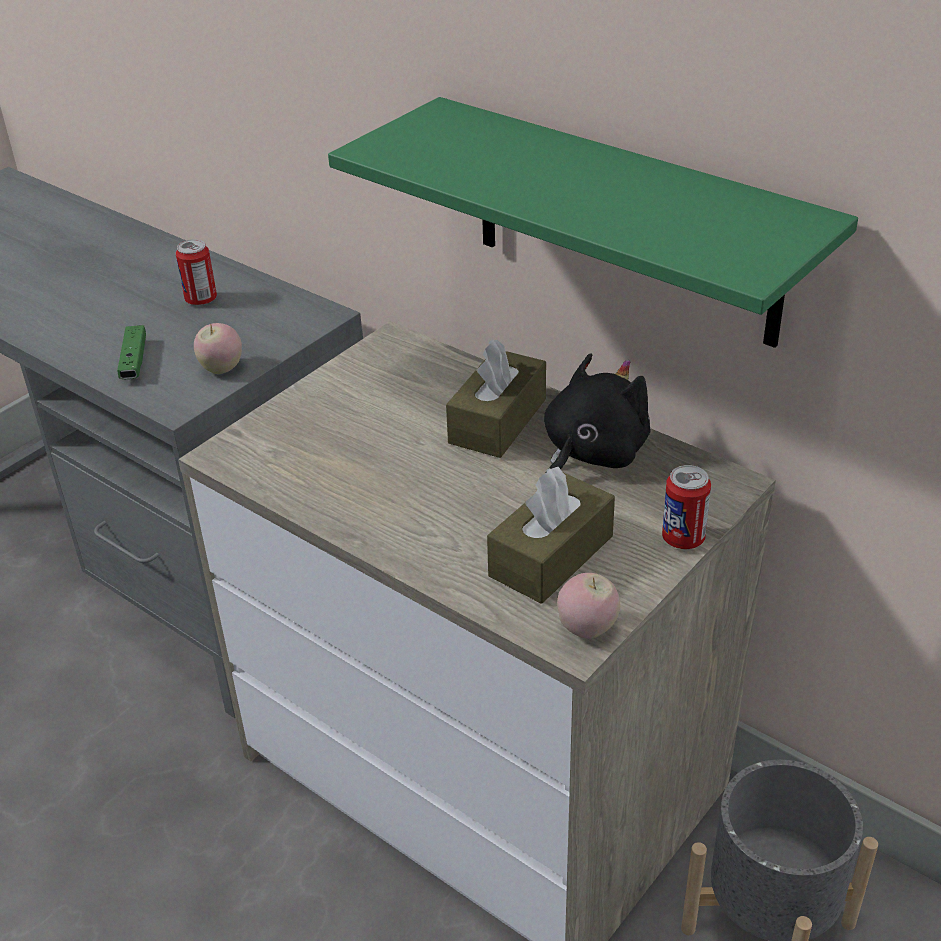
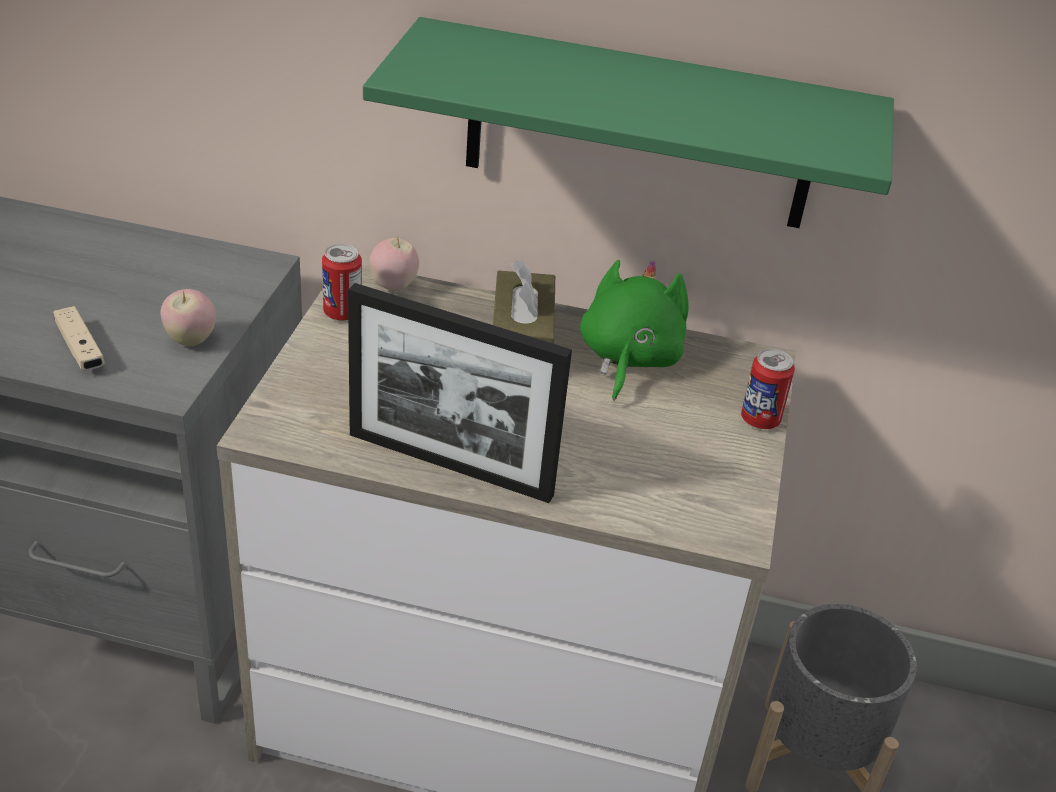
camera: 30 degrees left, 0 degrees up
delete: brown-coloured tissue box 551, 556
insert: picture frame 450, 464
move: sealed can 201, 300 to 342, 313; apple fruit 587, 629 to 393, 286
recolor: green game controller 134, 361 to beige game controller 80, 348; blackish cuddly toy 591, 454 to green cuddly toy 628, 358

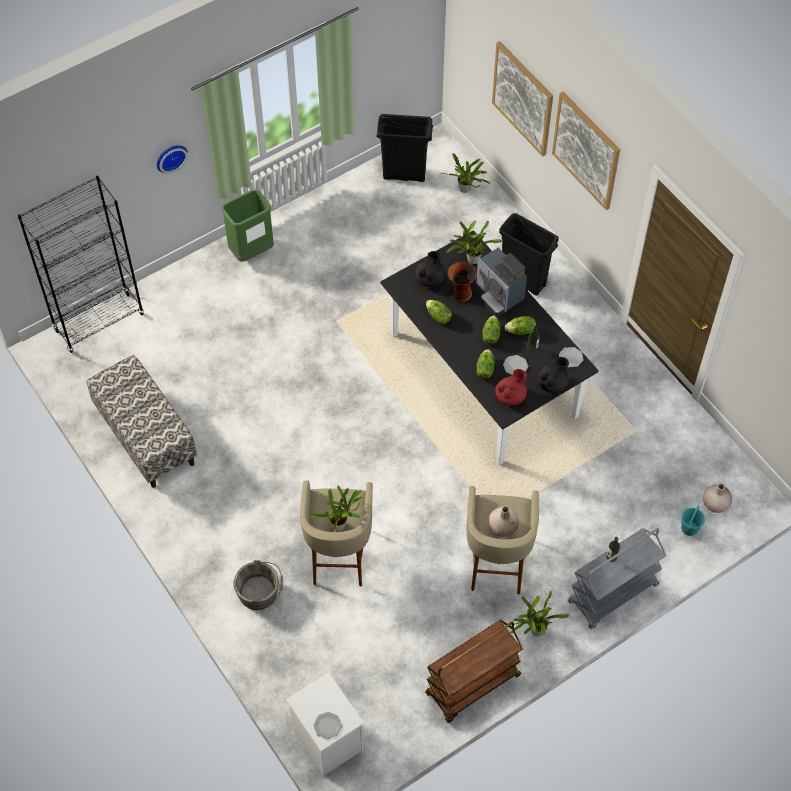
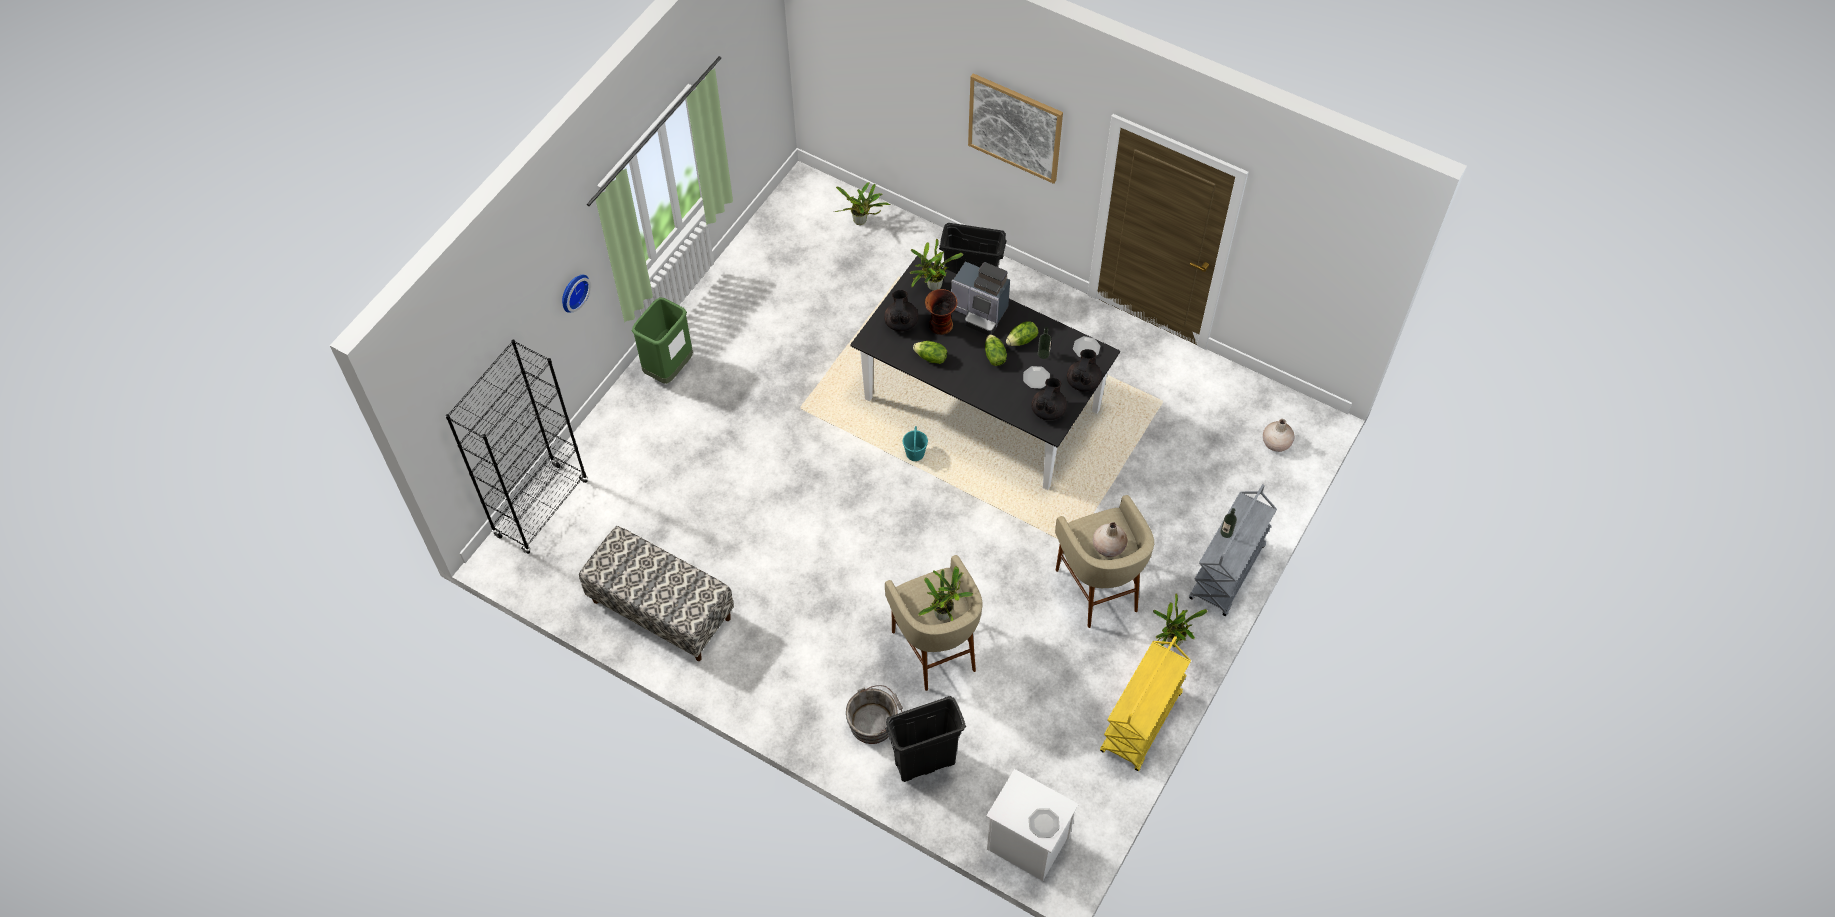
camera: 25 degrees left, 0 degrees up
delete: lettuce 484, 369; wall picture 523, 98
move: blackish trash can 404, 174 to 925, 763; blue-green water bucket 689, 528 to 915, 454
recolor: brown-coloured cart 472, 686 to yellow cart 1141, 723; reddish tea pot 511, 396 to blackish tea pot 1048, 410

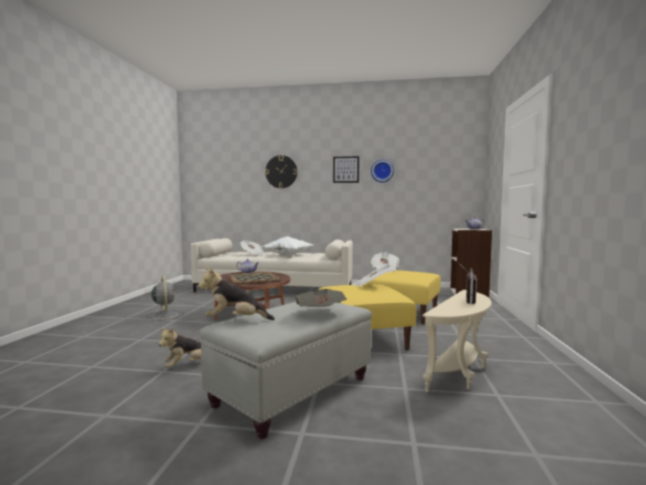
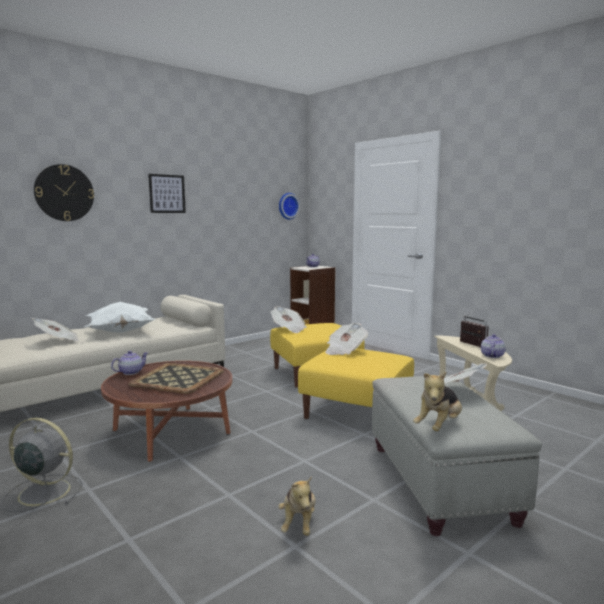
camera: 50 degrees left, 5 degrees up
insert: tea pot 492, 356
move: clock on the wall 382, 171 to 287, 206

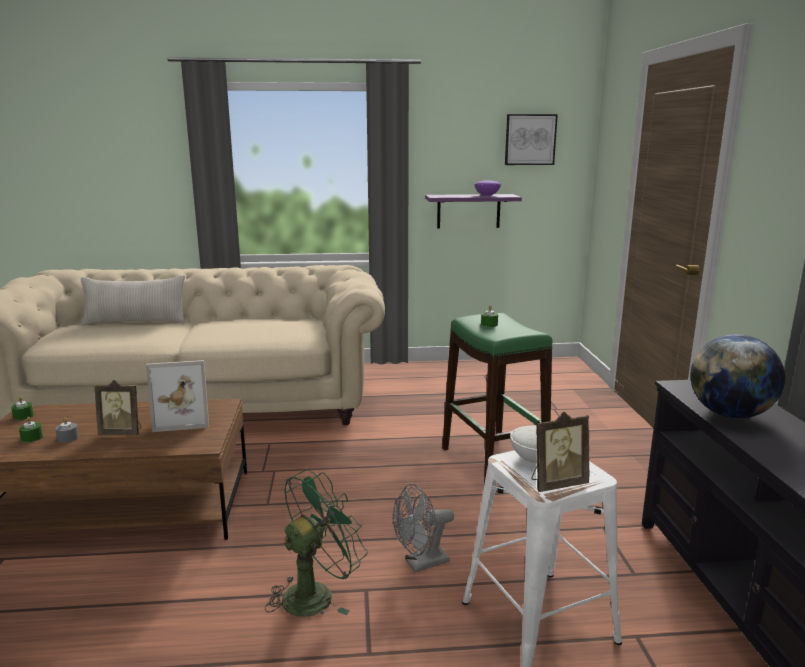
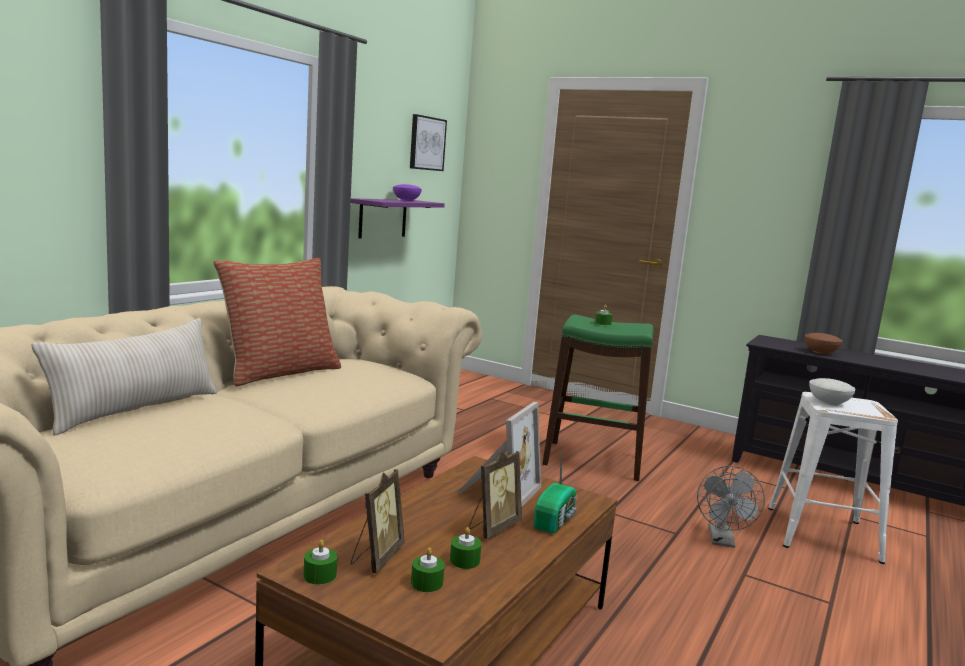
camera: 55 degrees left, 5 degrees down
delete: green fan 316, 593
insert: throw pillow 279, 372; radio 556, 520
move: picture frame 556, 483 to 376, 558
replace: world globe 730, 414 to brown-coloured serving bowl 820, 352
recolor: grey wax light 68, 438 to green wax light 464, 560

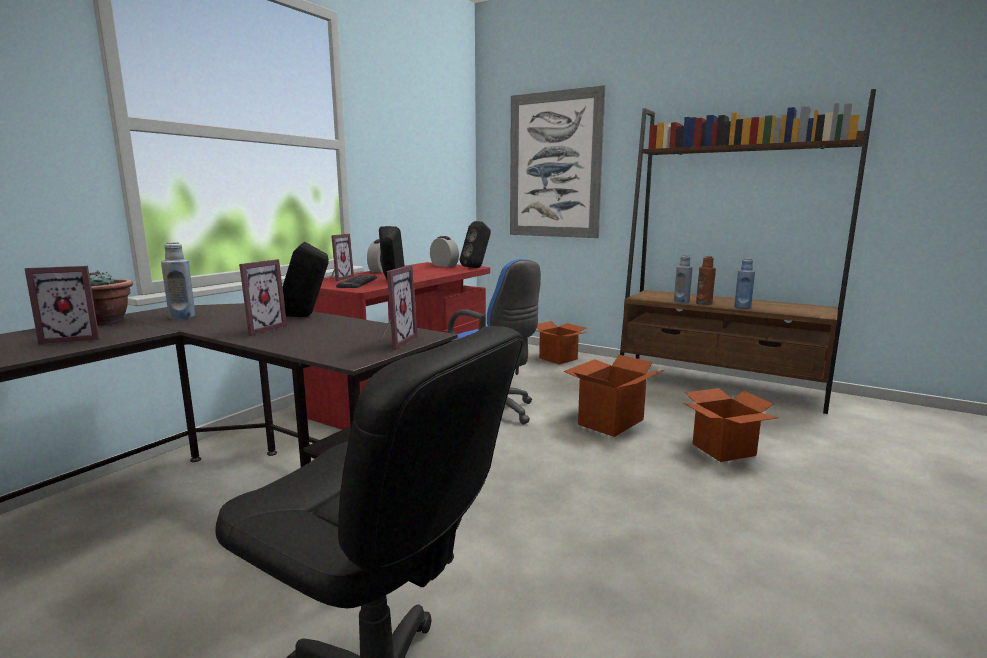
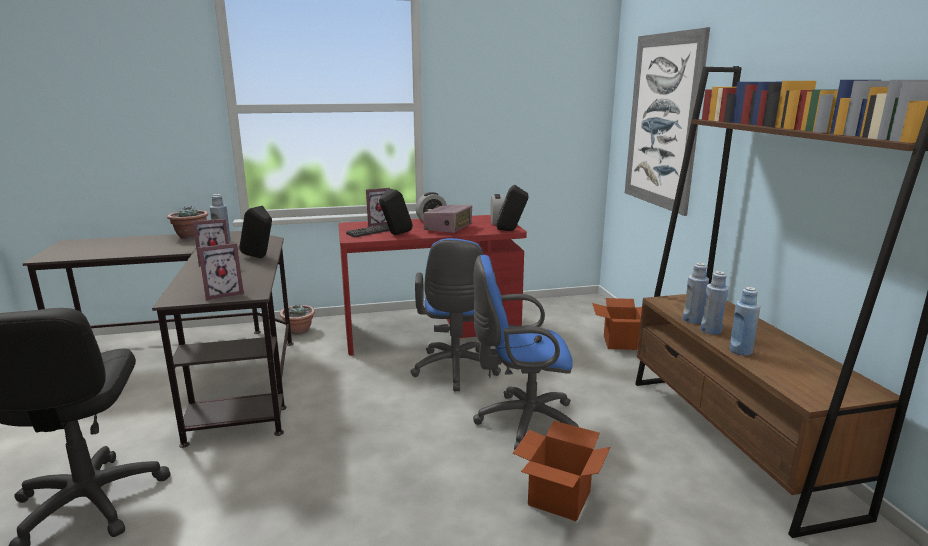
camera: 45 degrees right, 5 degrees up
delete: picture frame 73, 338
insert: houseplant 299, 331; radio 448, 228
replace: cardboard box 610, 422 to blue desk chair 522, 422
recolor: brown-coloured bottle 704, 303 to blue bottle 711, 331

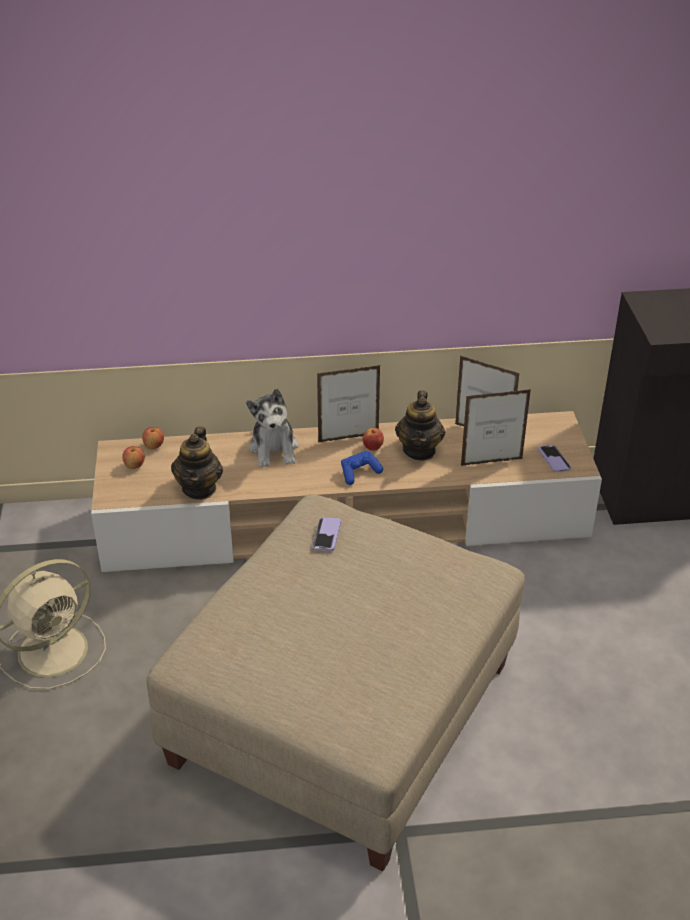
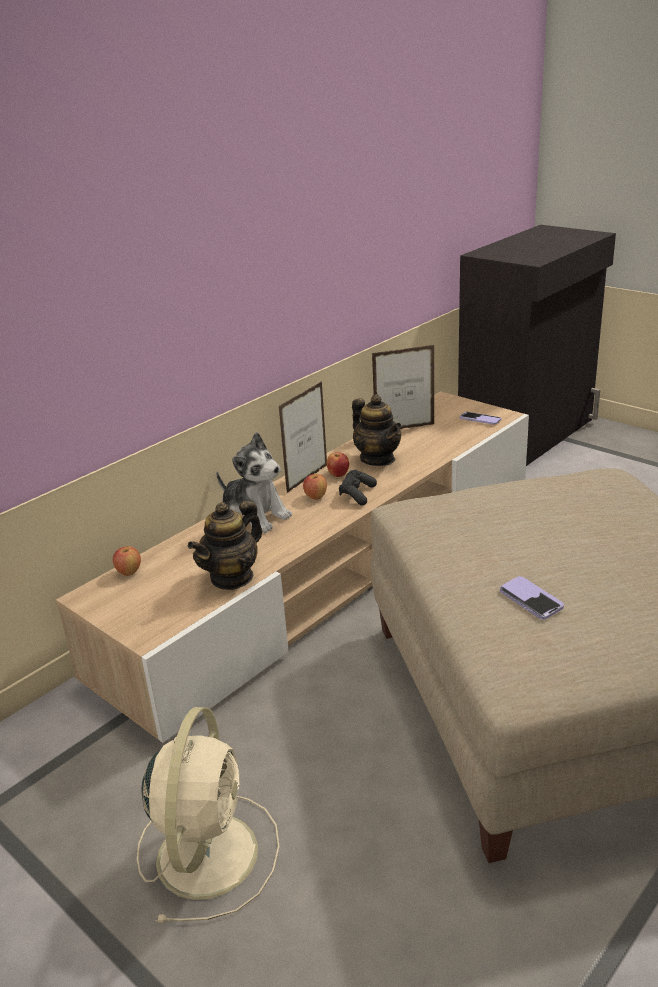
camera: 40 degrees left, 10 degrees down
delete: picture frame 491, 462
move: apple fruit 134, 466 to 315, 497; phone 326, 535 to 530, 599
recolor: blue game controller 359, 473 to blackish game controller 357, 494
rotate: tea pot 199, 488 = 232, 577 75 degrees clockwise

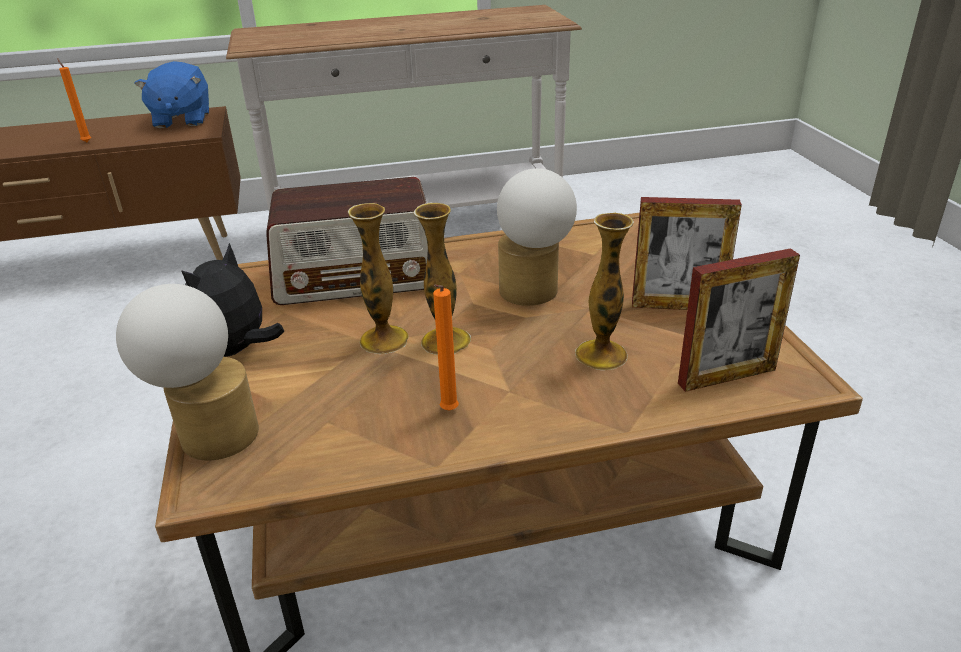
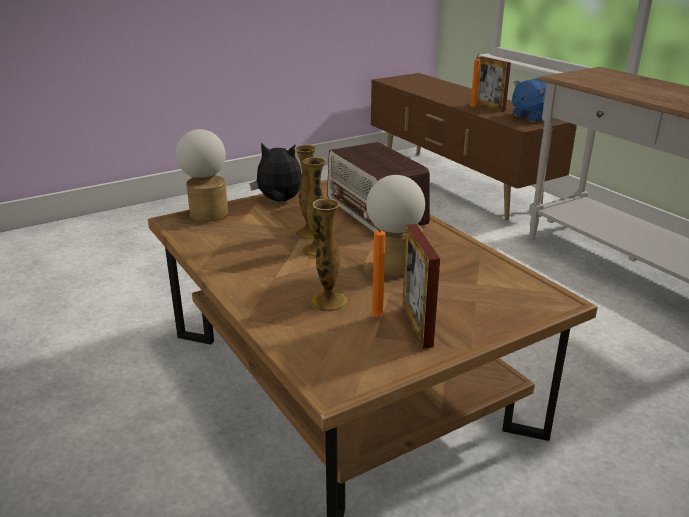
camera: 70 degrees right, 5 degrees down
move: orange-coloured wax light 448, 412 to 375, 317; picture frame 727, 376 to 489, 107

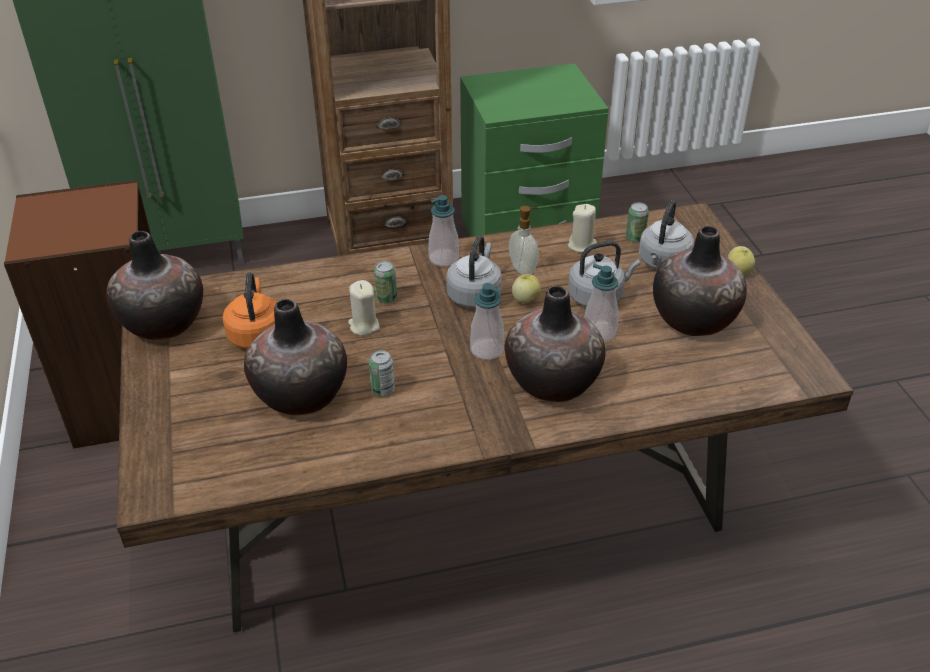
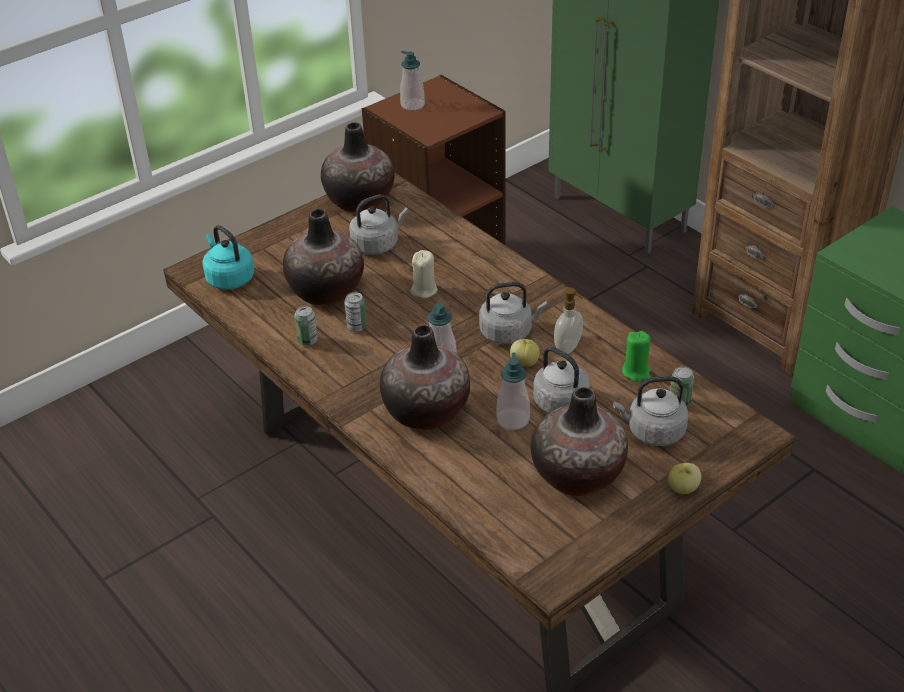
camera: 65 degrees right, 0 degrees up
insert: blue-green water kettle 228, 278
move: sealed can 386, 298 to 307, 340; liquid soap bottle 443, 258 to 412, 105
recolor: orange-coloured water kettle 256, 334 to grey water kettle 377, 244; beige wax light 582, 245 to green wax light 636, 372

